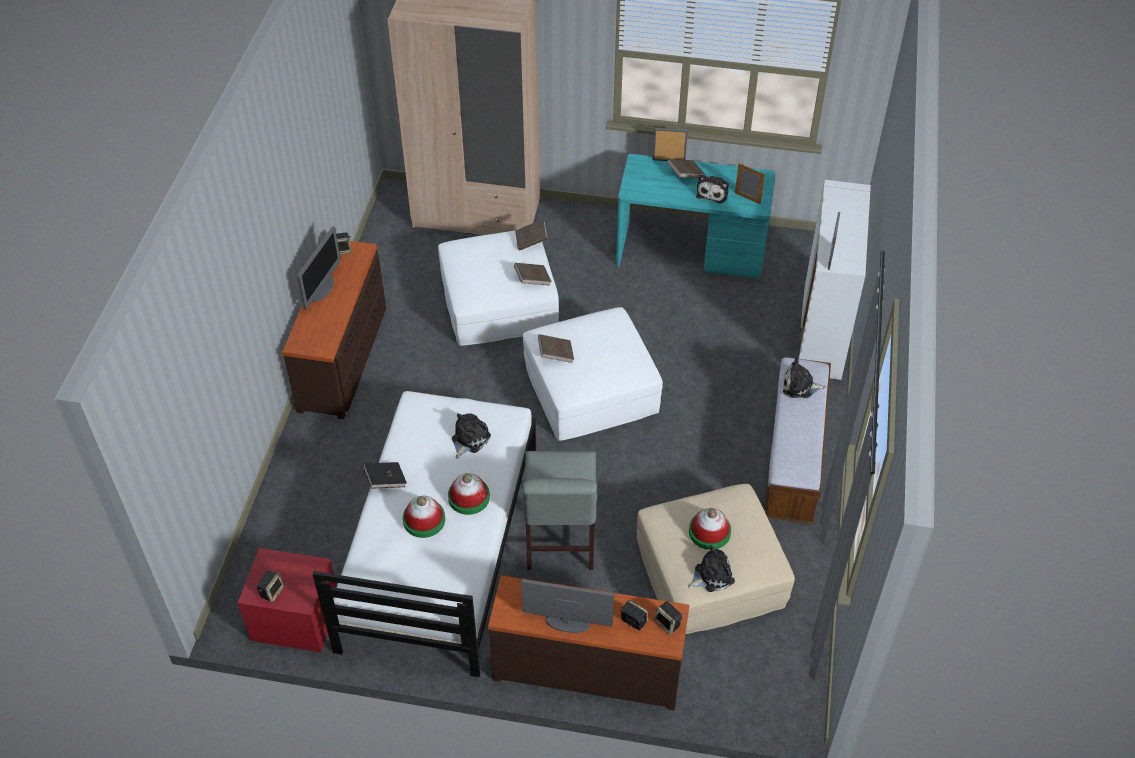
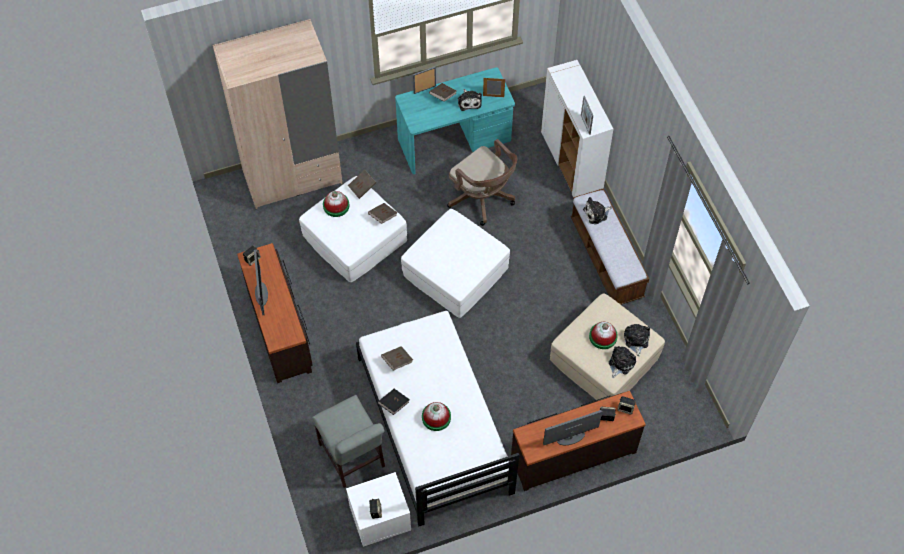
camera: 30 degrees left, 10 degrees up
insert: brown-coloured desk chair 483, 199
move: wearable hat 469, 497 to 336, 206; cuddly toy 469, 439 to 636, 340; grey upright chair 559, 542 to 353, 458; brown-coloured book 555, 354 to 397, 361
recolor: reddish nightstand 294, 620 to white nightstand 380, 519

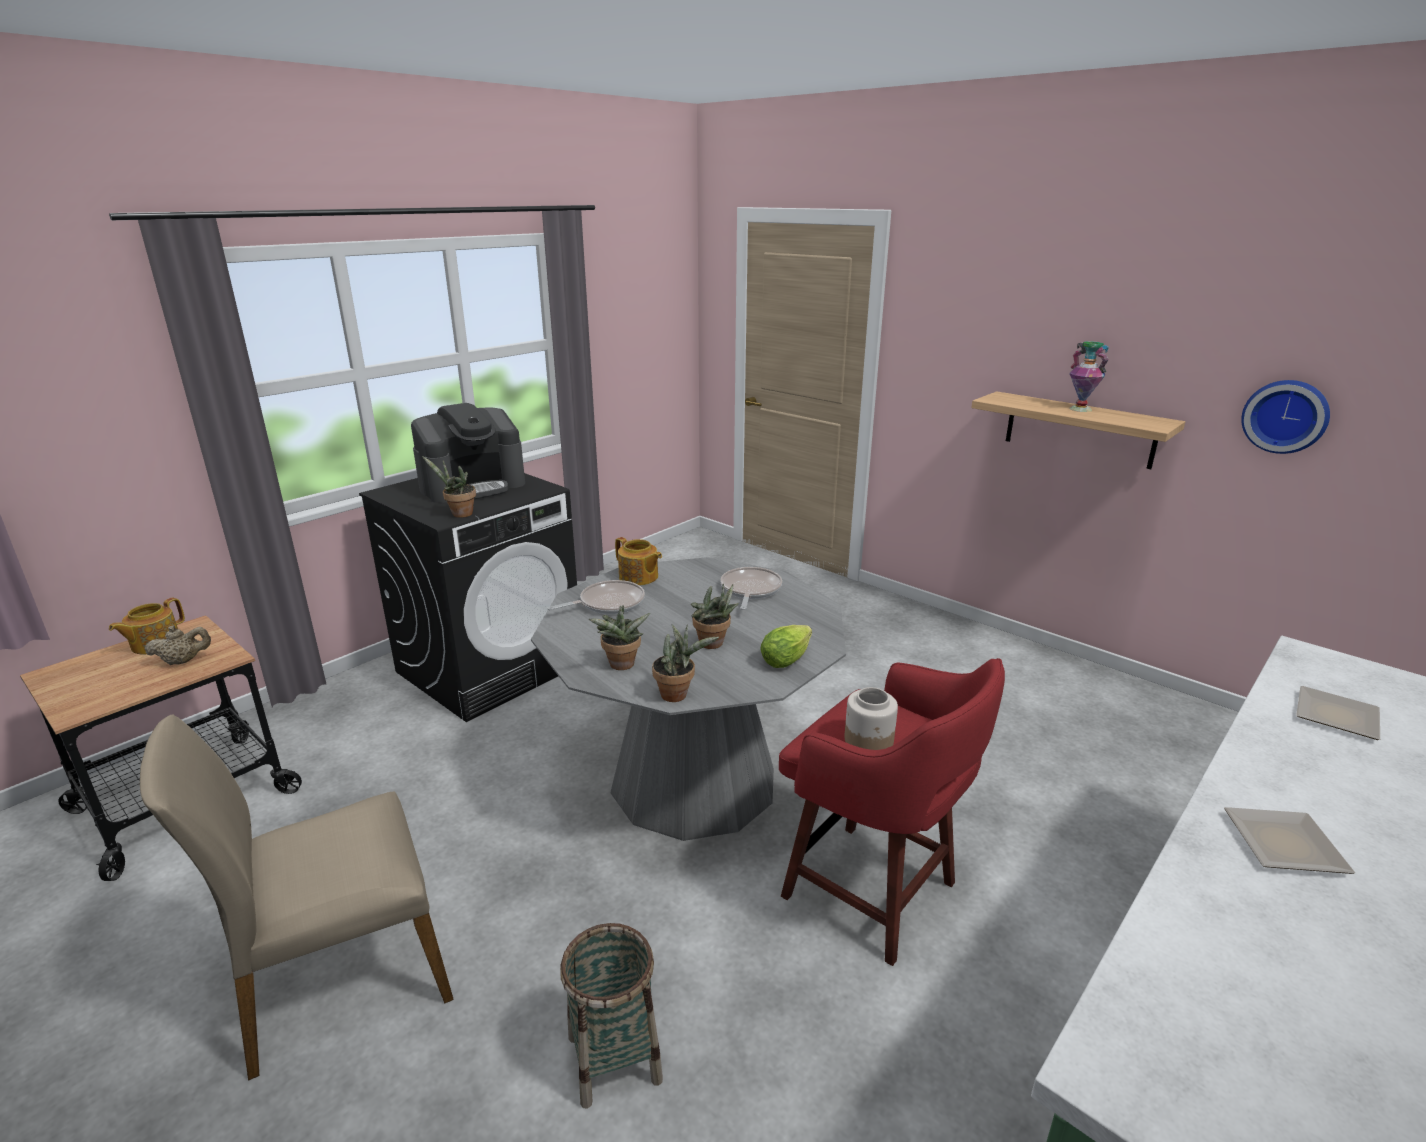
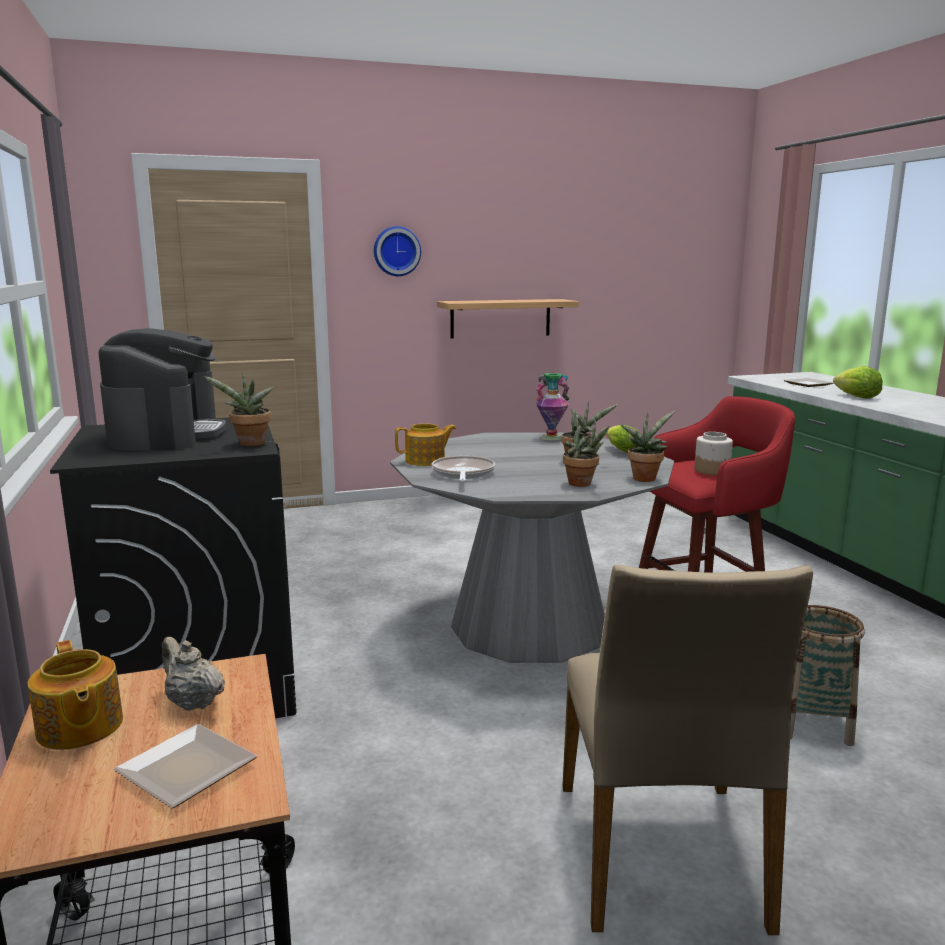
camera: 60 degrees left, 10 degrees down
delete: skillet 750, 590
insert: lettuce 856, 397
move: flower vase 1081, 409 to 551, 438; flat dish 1288, 847 to 192, 770; clock on the wall 1285, 416 to 396, 251
rotate: beige tea pot 183, 661 = 193, 702 60 degrees counterclockwise

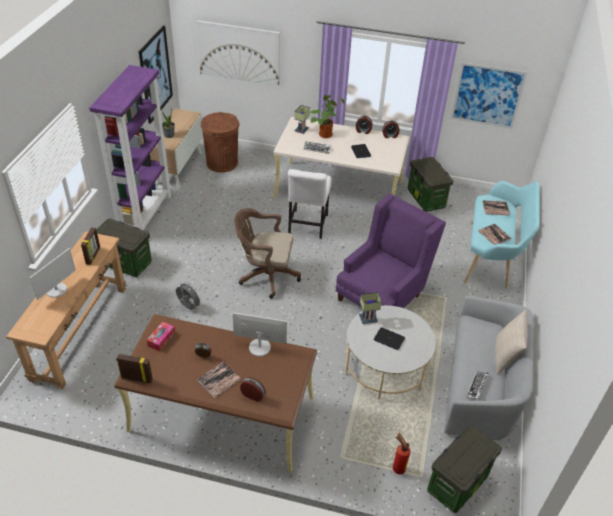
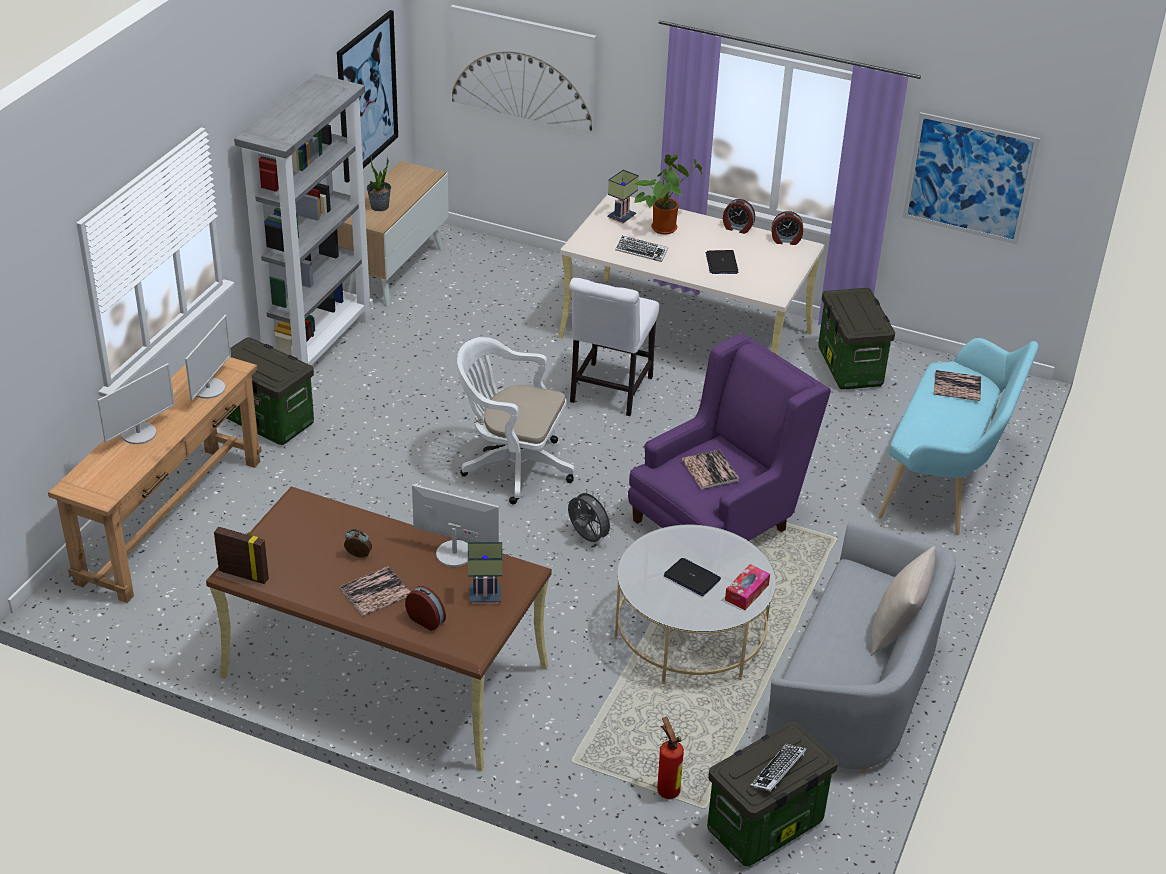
camera: 10 degrees right, 5 degrees down
delete: brown-coloured trash can 222, 163
move: tissue box 161, 339 to 746, 592; grey fan 188, 307 to 587, 538; lamp for a table 368, 318 to 486, 594; computer keyboard 477, 386 to 778, 771; book 494, 235 to 710, 470
replace: picture frame 93, 256 to monitor 208, 388
recolor: purplish shelving unit 145, 214 to grey shelving unit 318, 345; brown-coloured desk chair 265, 275 to white desk chair 512, 466

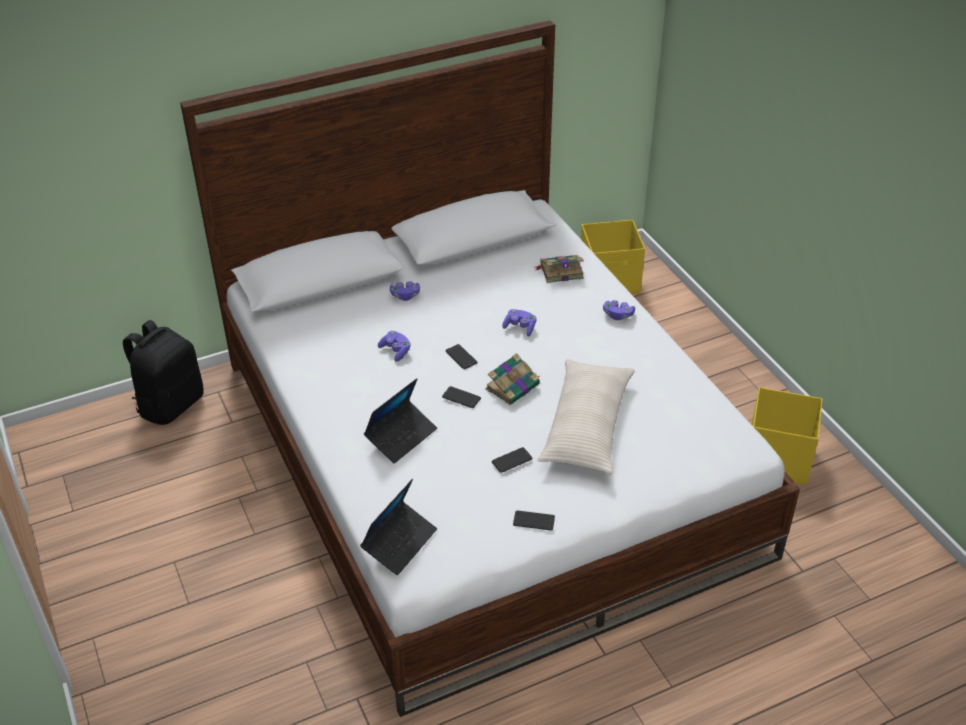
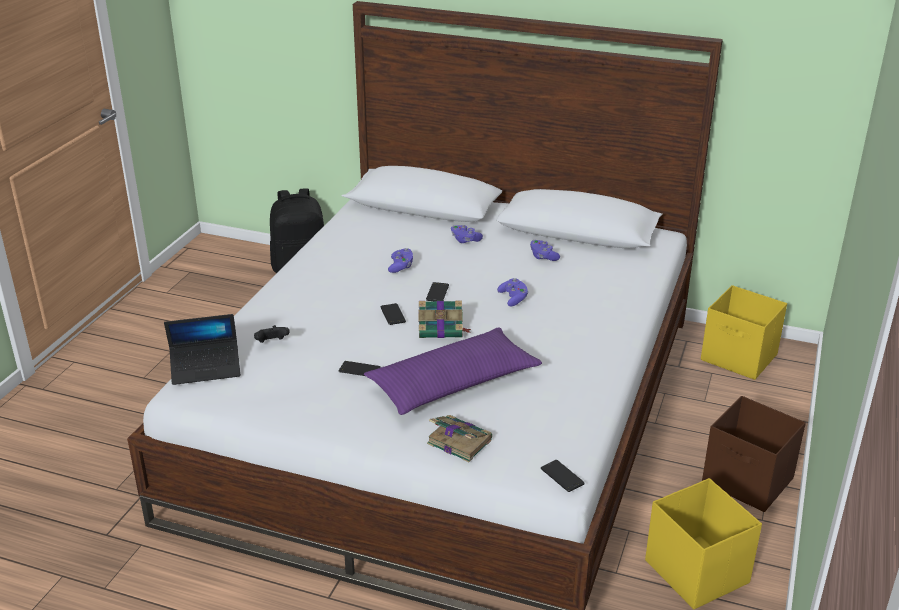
camera: 45 degrees right, 10 degrees down
delete: laptop 401, 436
insert: blackish game controller 272, 343; brown-coloured storage bin 748, 482
move: phone 534, 521 to 562, 476; book 560, 271 to 458, 441; purplish game controller 617, 315 to 543, 257
recolor: beige throw pillow 587, 426 to purplish throw pillow 453, 384

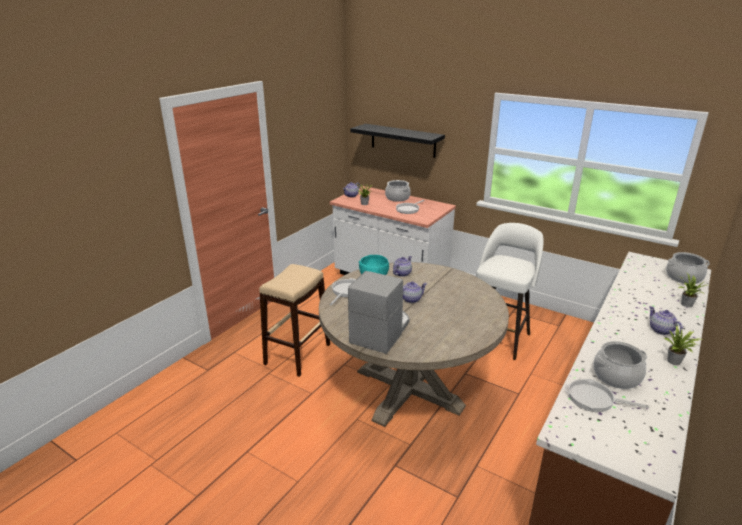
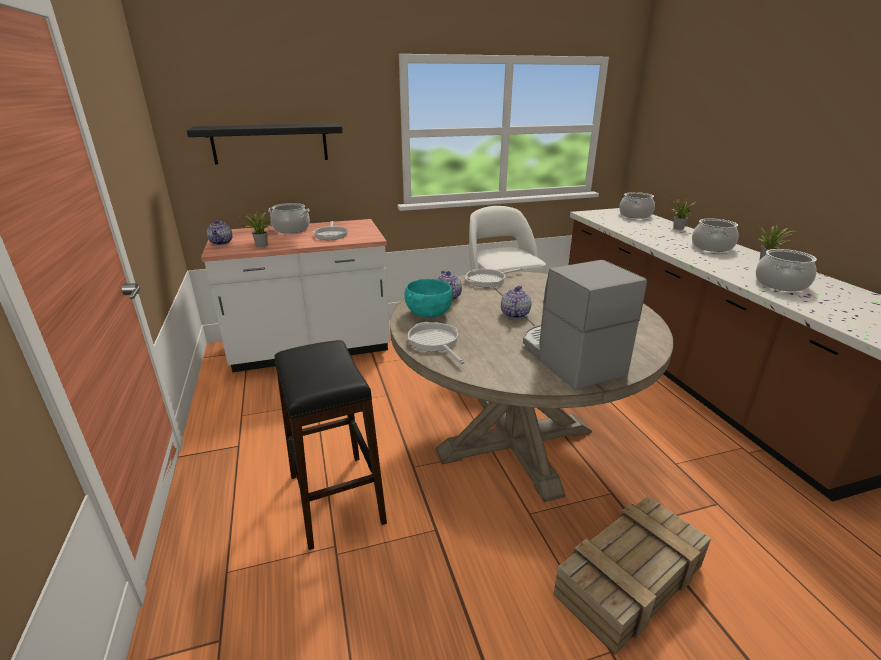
camera: 50 degrees left, 0 degrees up
insert: shipping crate 628, 582
move: skillet 594, 399 to 488, 280
replace: tea pot 660, 330 to stockpot 712, 247
recolor: beige sitting stool 297, 354 to blackish sitting stool 335, 498

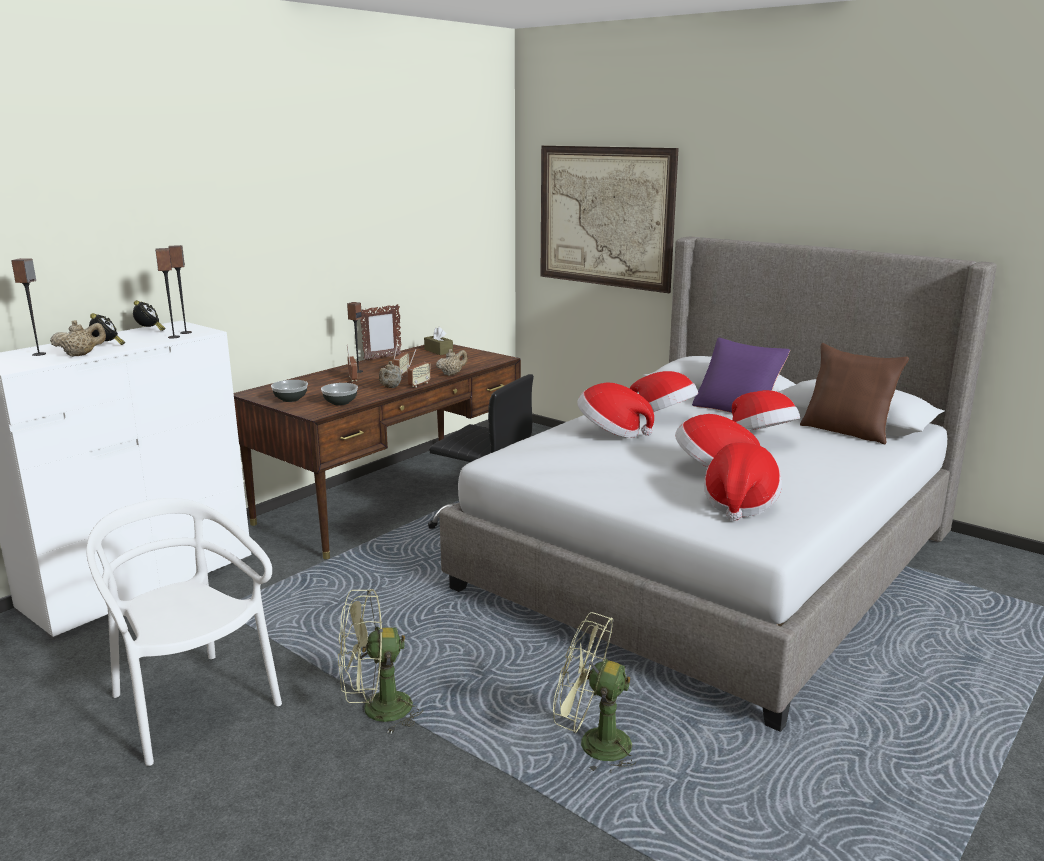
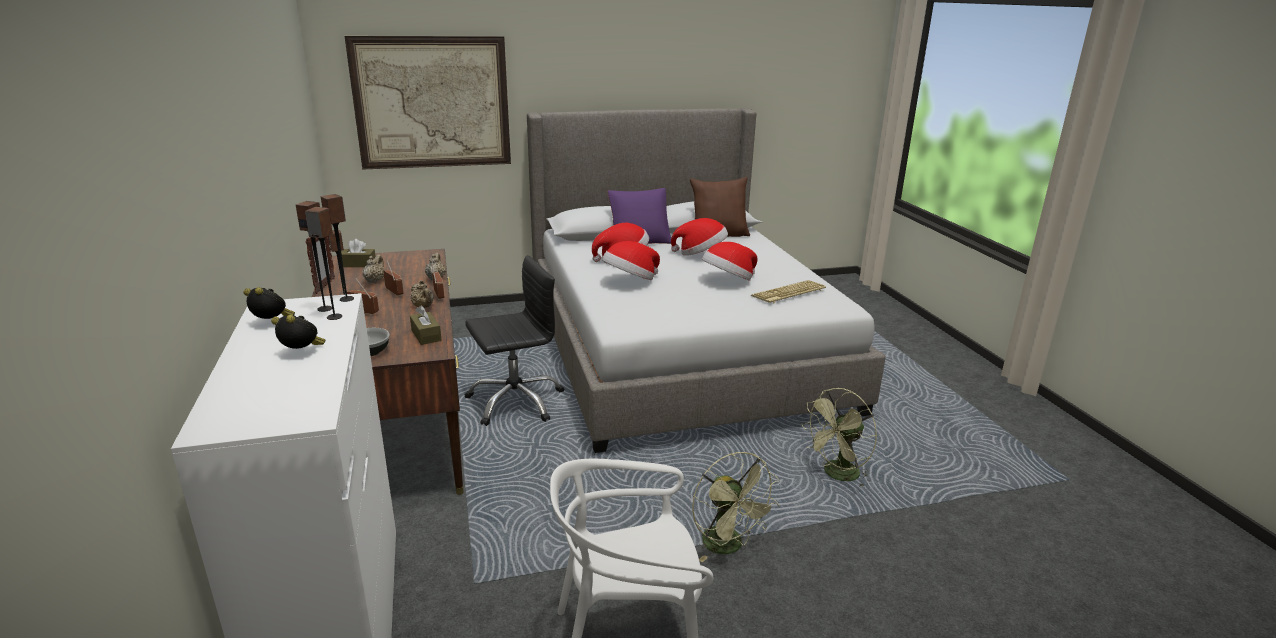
camera: 55 degrees left, 5 degrees up
move: loudspeaker 39, 354 to 347, 299; beige tea pot 81, 355 to 375, 281
replace: serving bowl 340, 403 to brown-coloured tissue box 426, 335; wearable hat 739, 504 to computer keyboard 789, 293
rotate: green fan 377, 711 = 729, 546 45 degrees counterclockwise

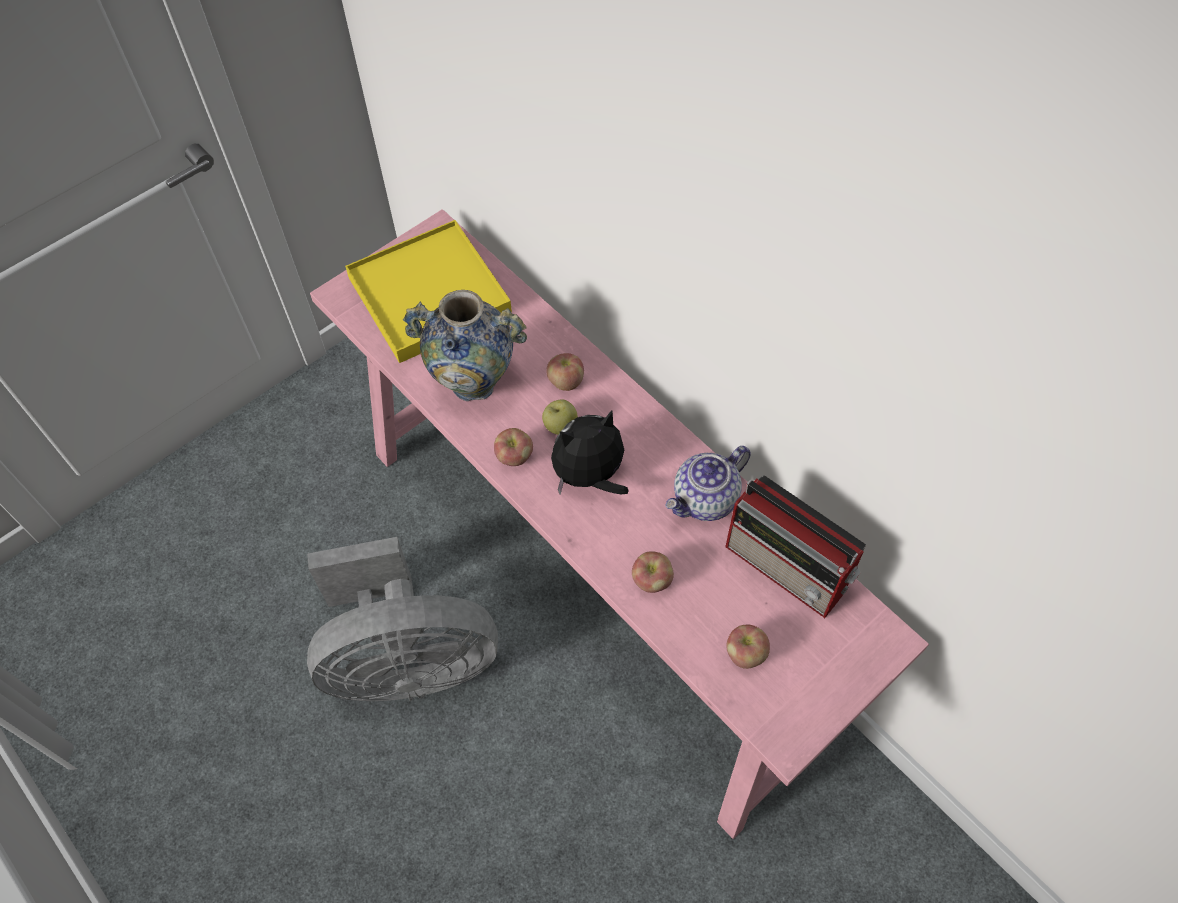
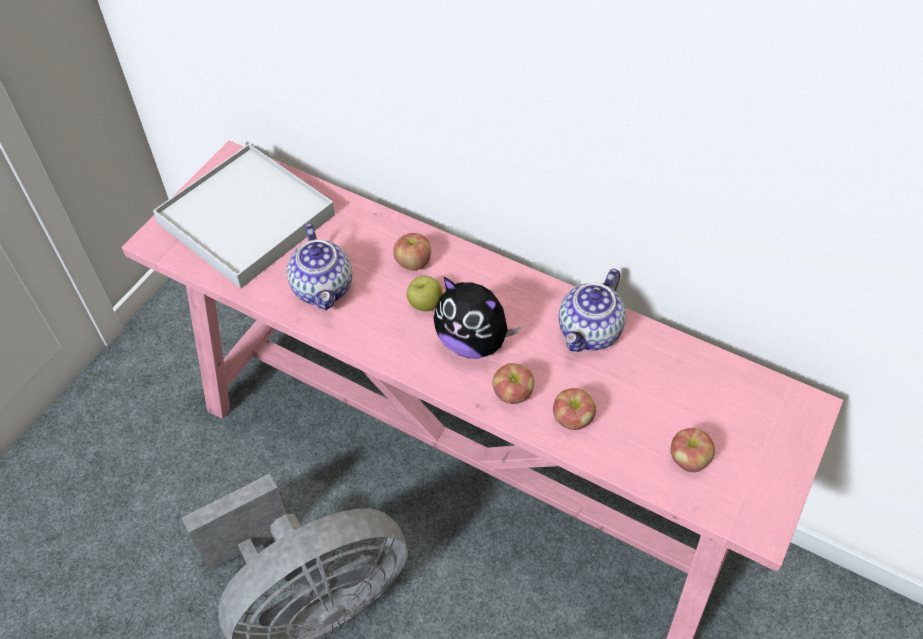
camera: 20 degrees left, 5 degrees down
delete: radio 788, 570
move: apple fruit 514, 456 to 512, 394
replace: flower vase 473, 384 to tea pot 323, 288
recolor: yellow serving tray 430, 295 to white serving tray 247, 219
rotate: cuddly toy 590, 476 = 472, 341 105 degrees counterclockwise

